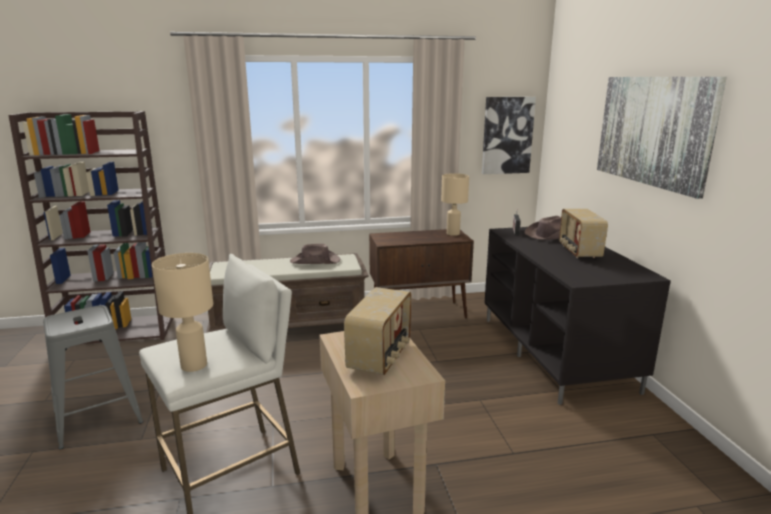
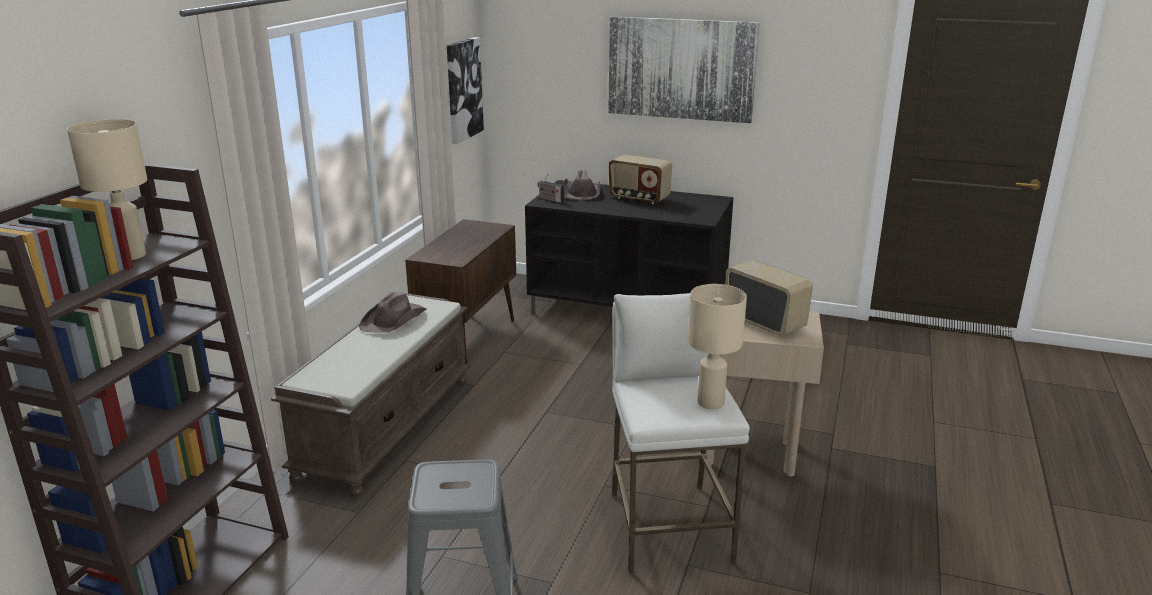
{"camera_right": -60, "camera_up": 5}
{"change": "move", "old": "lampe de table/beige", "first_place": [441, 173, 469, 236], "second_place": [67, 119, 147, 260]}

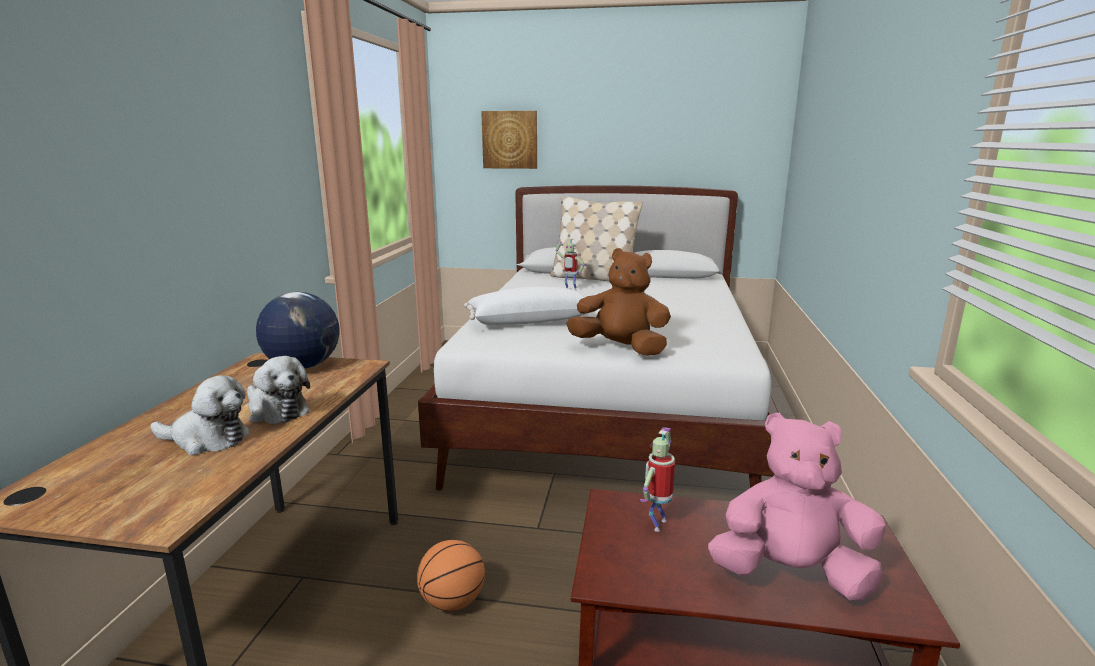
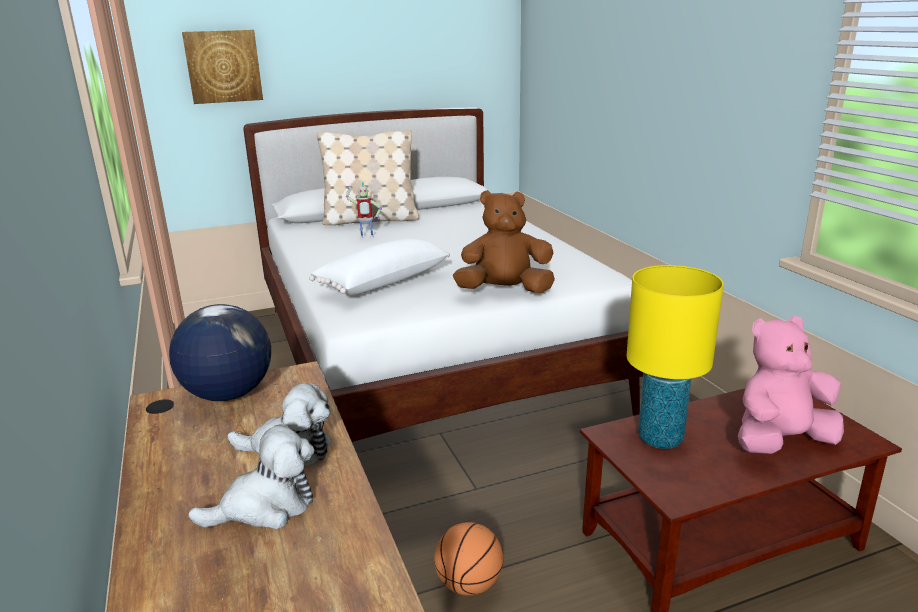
{"camera_right": -30, "camera_up": 5}
{"change": "replace", "old": "robot jouet", "new": "lampe de table/jaune", "first_place": [640, 428, 675, 532], "second_place": [627, 265, 724, 449]}

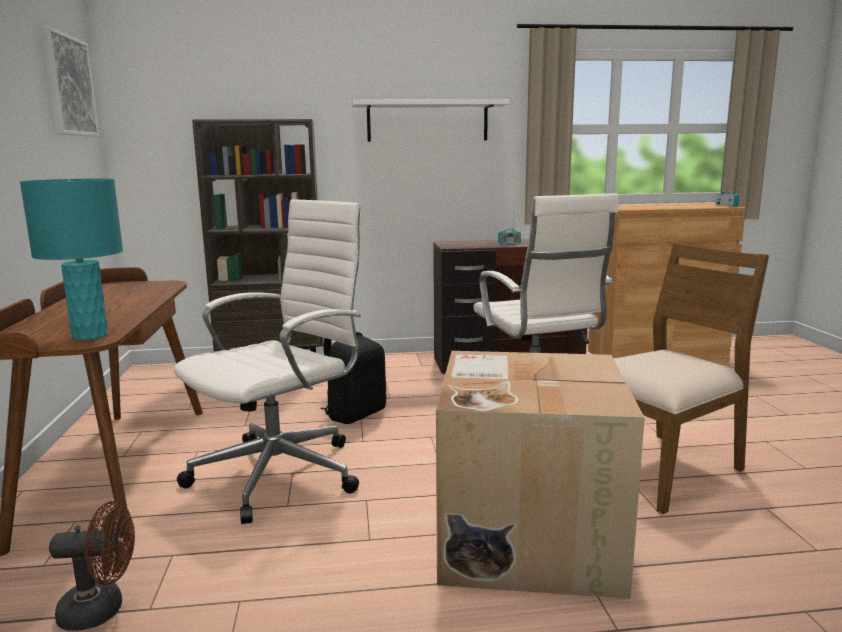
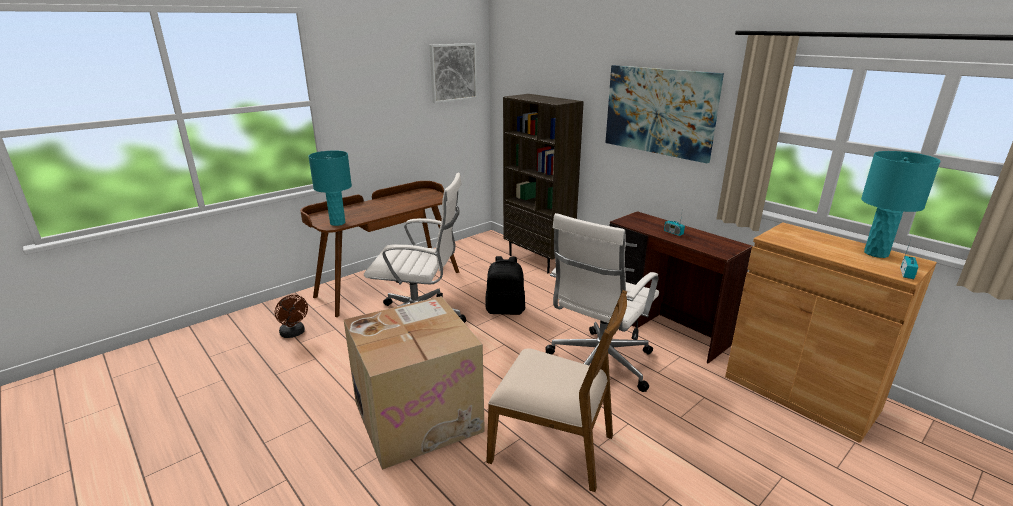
{"camera_right": 55, "camera_up": 10}
{"change": "replace", "old": "étagère/blanc", "new": "tableau", "first_place": [352, 99, 510, 142], "second_place": [605, 65, 724, 163]}
{"change": "insert", "new": "lampe de table/turquoise", "second_place": [861, 151, 941, 258]}

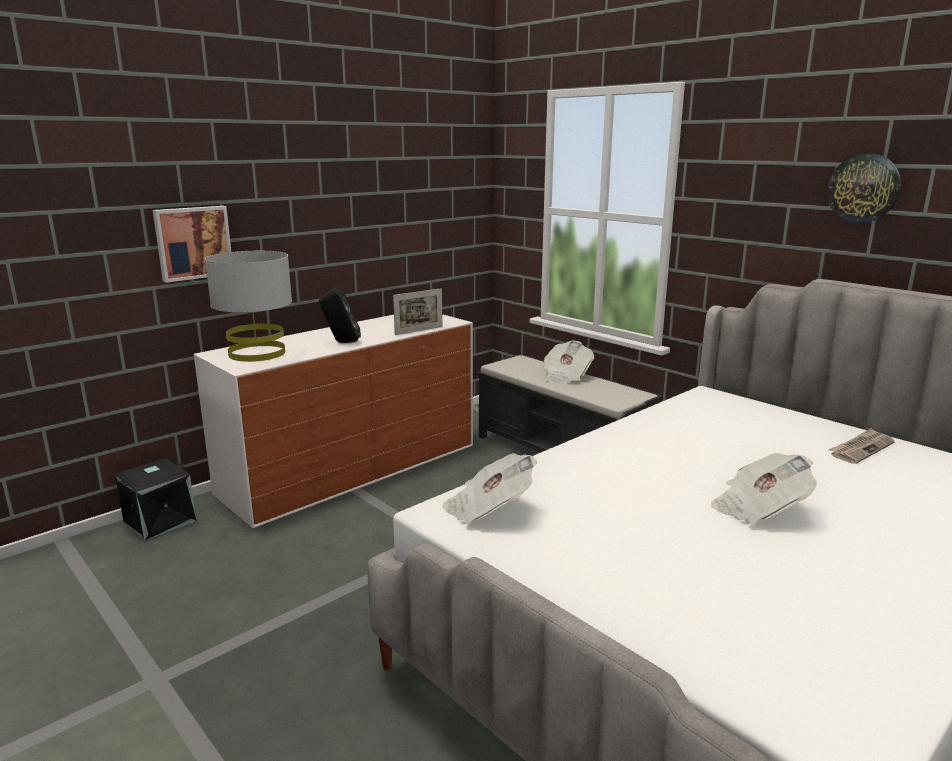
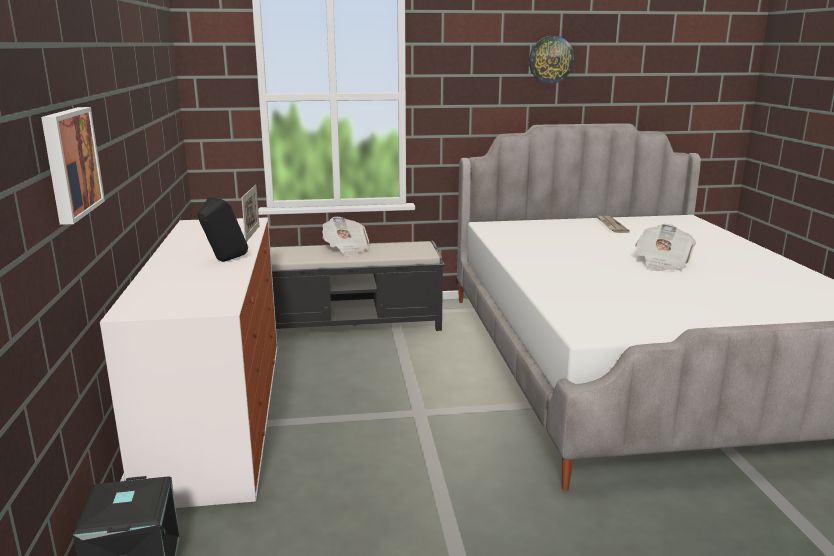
{"camera_right": -55, "camera_up": 0}
{"change": "delete", "old": "lampe de table/gris", "first_place": [205, 251, 292, 362]}
{"change": "delete", "old": "journal", "first_place": [442, 453, 537, 525]}

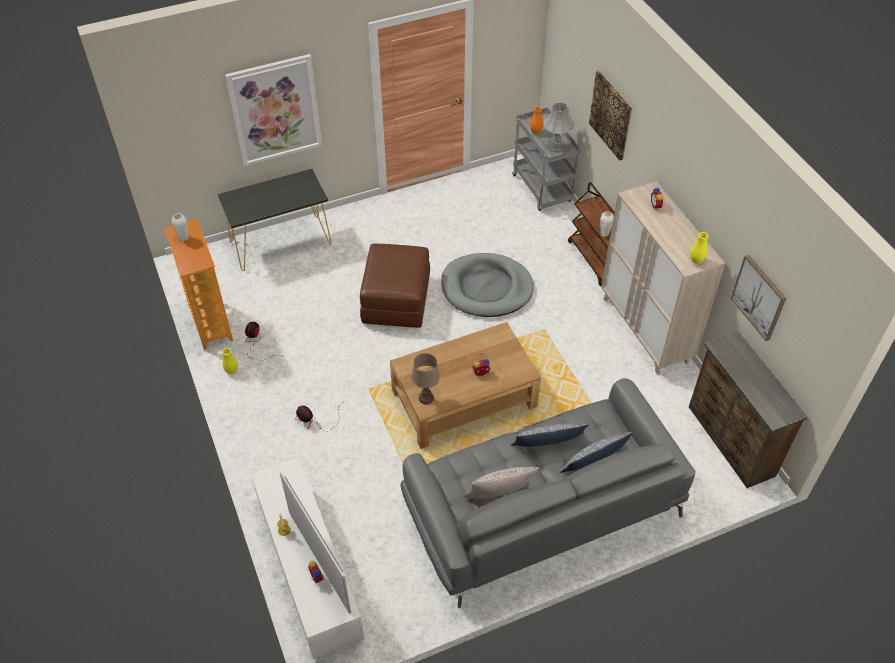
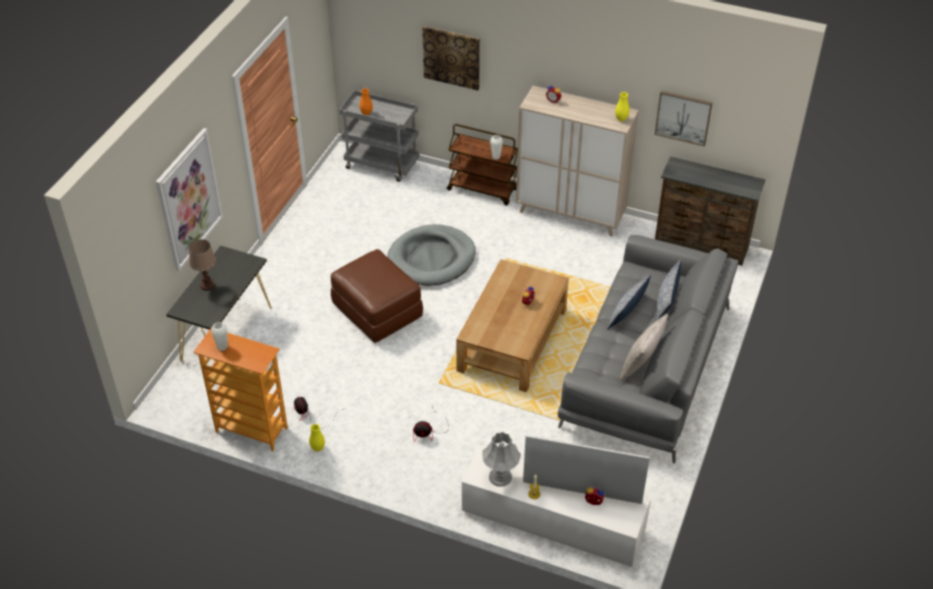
{"camera_right": -45, "camera_up": -5}
{"change": "move", "old": "lampe de table/marron", "first_place": [411, 353, 440, 404], "second_place": [189, 239, 216, 291]}
{"change": "move", "old": "lampe de table/gris", "first_place": [544, 102, 575, 152], "second_place": [482, 432, 521, 487]}

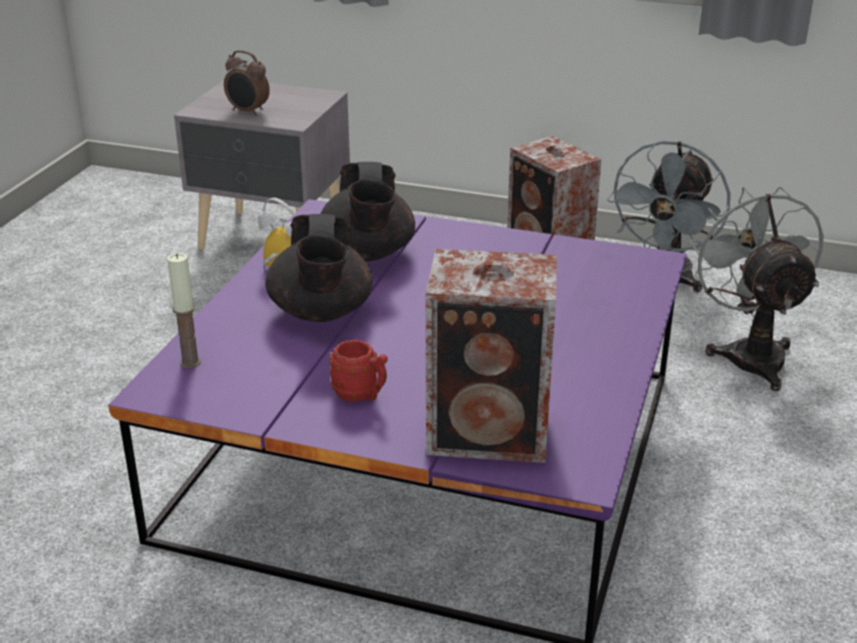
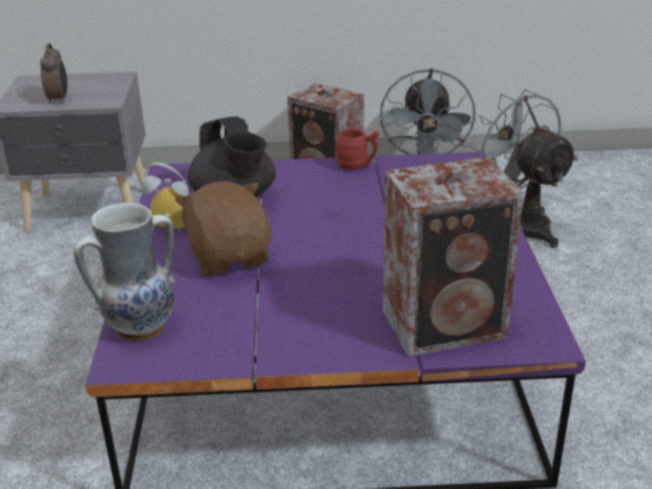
{"camera_right": -20, "camera_up": 0}
{"change": "replace", "old": "bougie", "new": "vase", "first_place": [167, 253, 201, 368], "second_place": [73, 203, 176, 341]}
{"change": "rotate", "old": "réveil", "first_place": [224, 50, 270, 116], "second_place": [40, 43, 67, 104], "degrees": -105}
{"change": "replace", "old": "théière/noir", "new": "peluche/marron", "first_place": [265, 214, 373, 322], "second_place": [175, 181, 271, 275]}
{"change": "move", "old": "mug/rouge", "first_place": [329, 340, 388, 402], "second_place": [335, 128, 380, 170]}

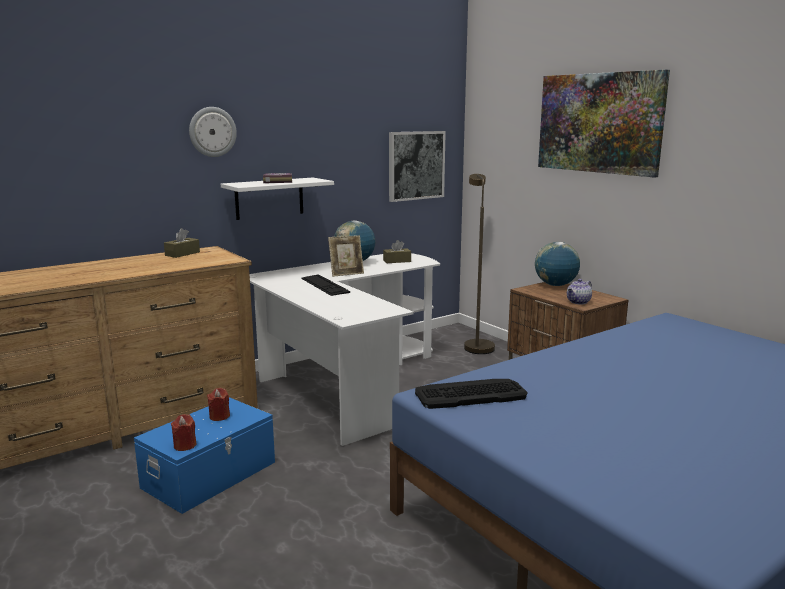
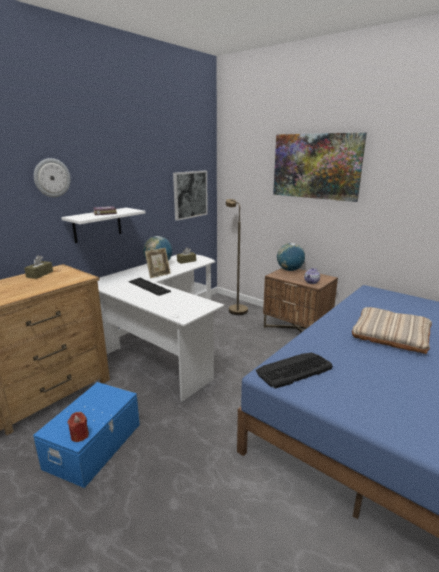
{"camera_right": -15, "camera_up": 5}
{"change": "delete", "old": "bougie/rouge", "first_place": [207, 388, 230, 421]}
{"change": "insert", "new": "coussin/beige", "second_place": [352, 307, 432, 354]}

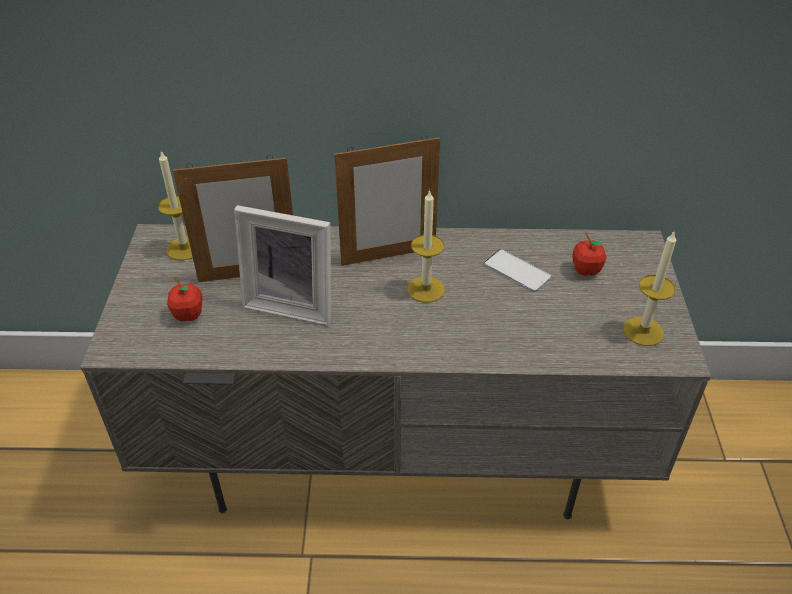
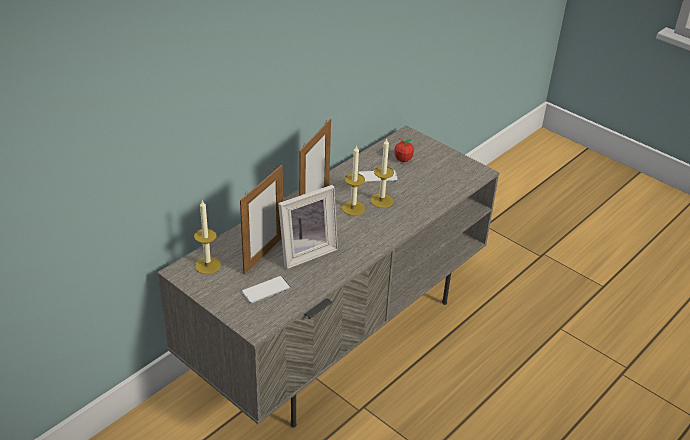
{"camera_right": -50, "camera_up": -5}
{"change": "replace", "old": "pomme", "new": "téléphone", "first_place": [167, 276, 203, 322], "second_place": [242, 276, 291, 304]}
{"change": "move", "old": "bougie", "first_place": [623, 232, 676, 346], "second_place": [370, 139, 394, 208]}

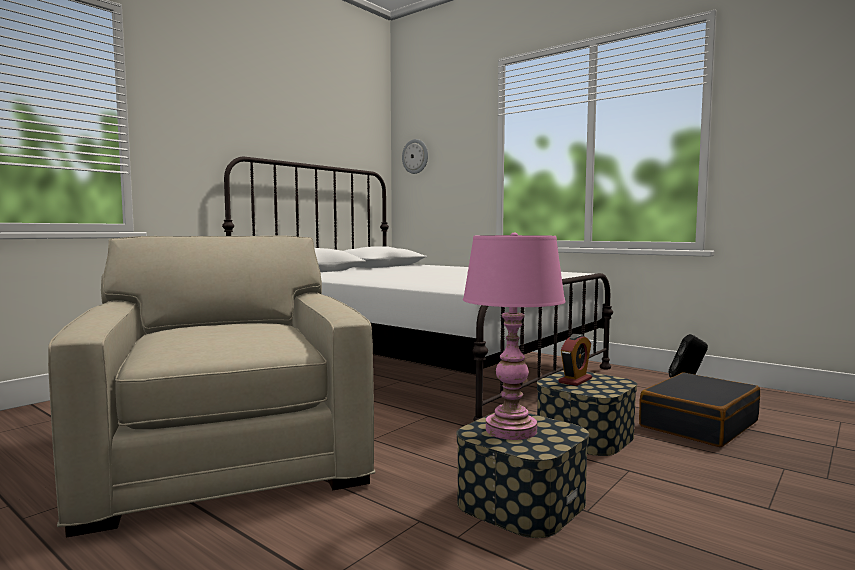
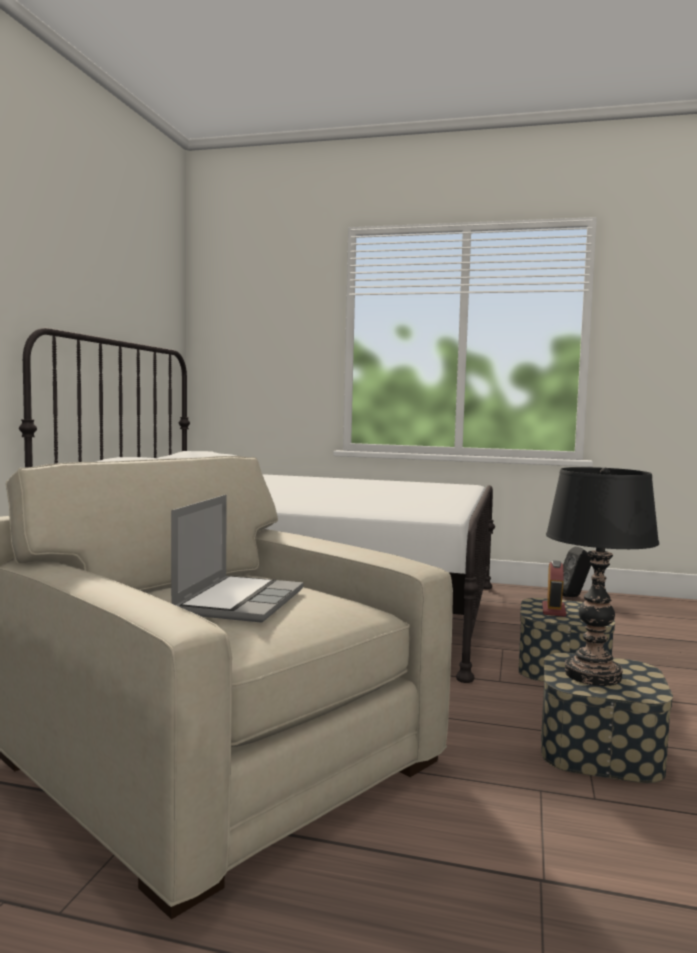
{"camera_right": -25, "camera_up": 0}
{"change": "delete", "old": "horloge murale", "first_place": [402, 139, 428, 174]}
{"change": "recolor", "old": "lampe de table/rose", "new": "lampe de table/noir", "first_place": [463, 233, 565, 440], "second_place": [546, 467, 659, 686]}
{"change": "delete", "old": "valise/noir", "first_place": [639, 372, 760, 447]}
{"change": "insert", "new": "ordinateur portable", "second_place": [171, 495, 303, 623]}

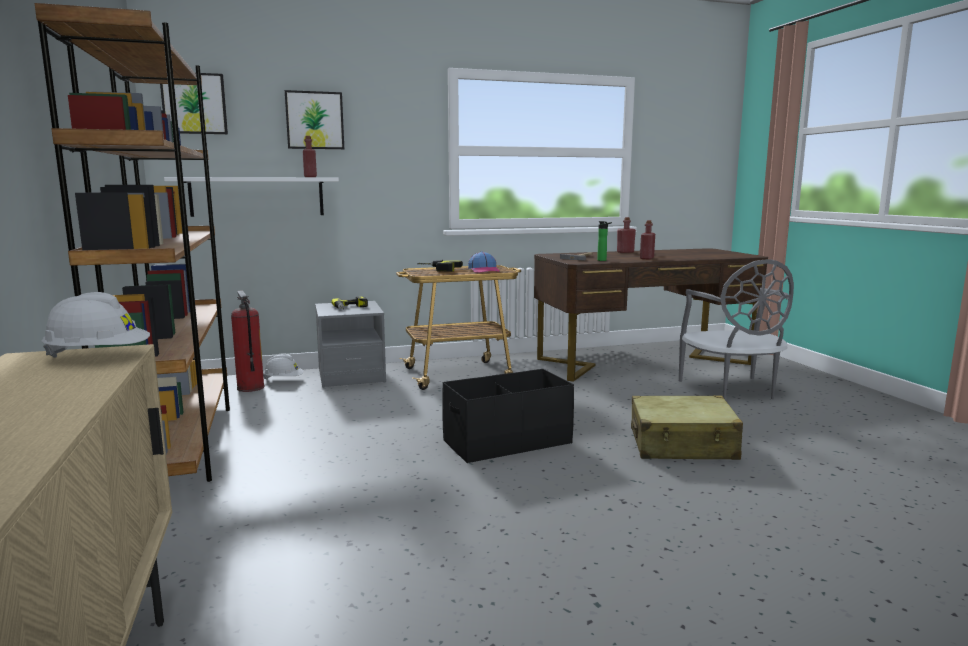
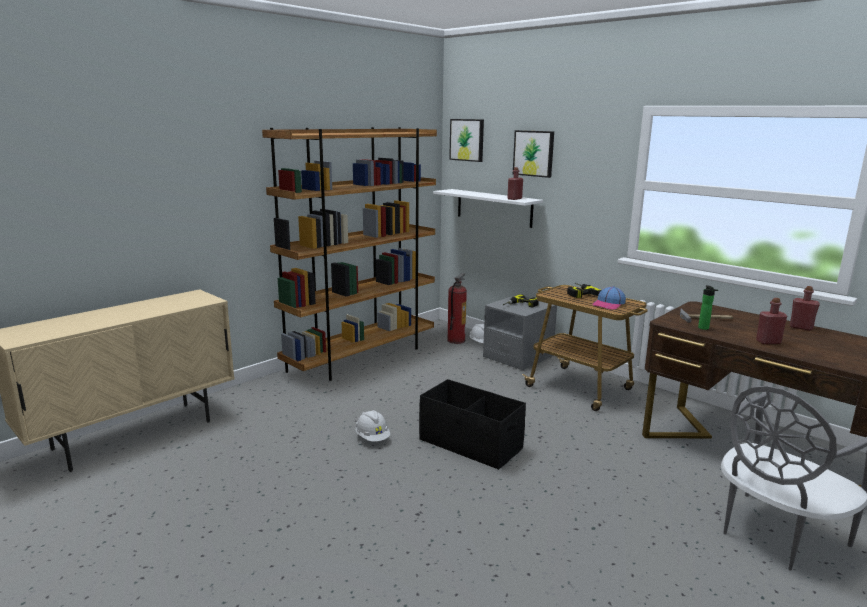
{"camera_right": 60, "camera_up": 5}
{"change": "move", "old": "casque de chantier/blanc", "first_place": [41, 292, 150, 358], "second_place": [355, 410, 390, 442]}
{"change": "delete", "old": "valise/beige", "first_place": [631, 395, 743, 460]}

